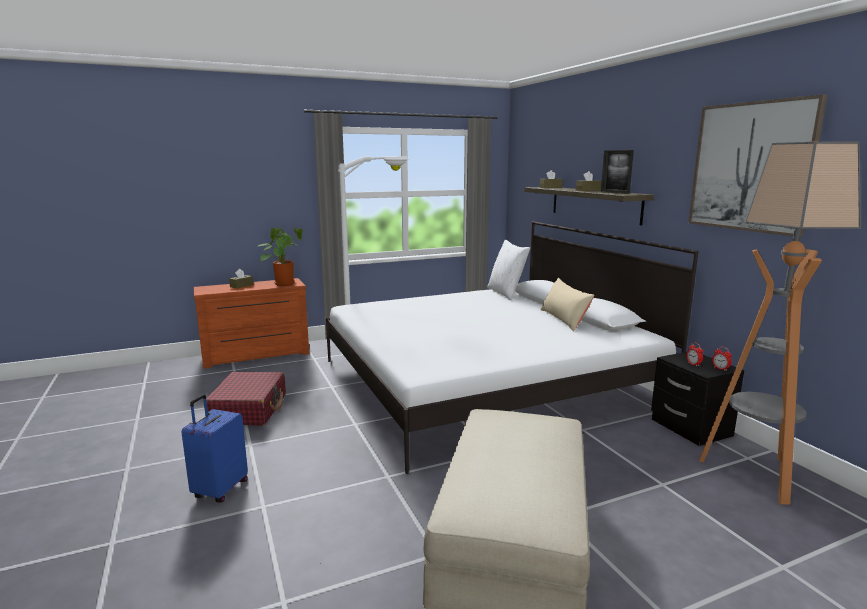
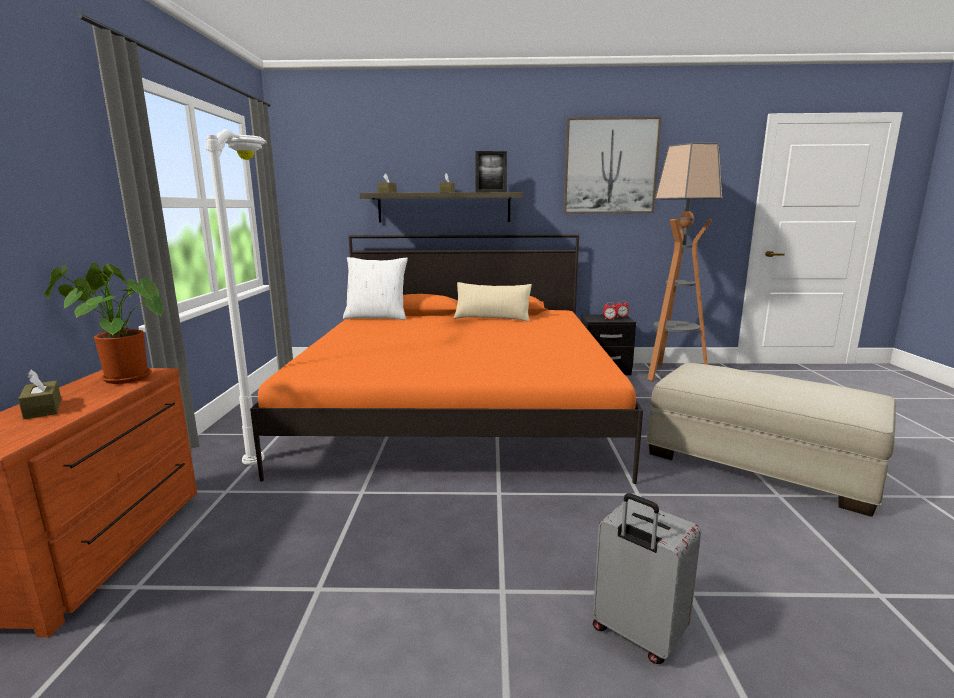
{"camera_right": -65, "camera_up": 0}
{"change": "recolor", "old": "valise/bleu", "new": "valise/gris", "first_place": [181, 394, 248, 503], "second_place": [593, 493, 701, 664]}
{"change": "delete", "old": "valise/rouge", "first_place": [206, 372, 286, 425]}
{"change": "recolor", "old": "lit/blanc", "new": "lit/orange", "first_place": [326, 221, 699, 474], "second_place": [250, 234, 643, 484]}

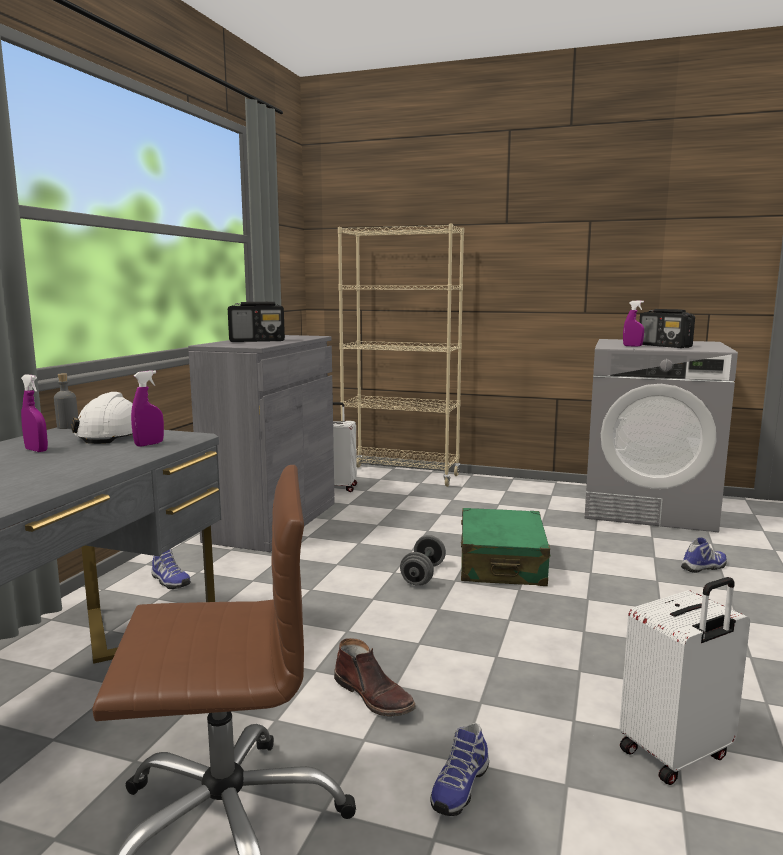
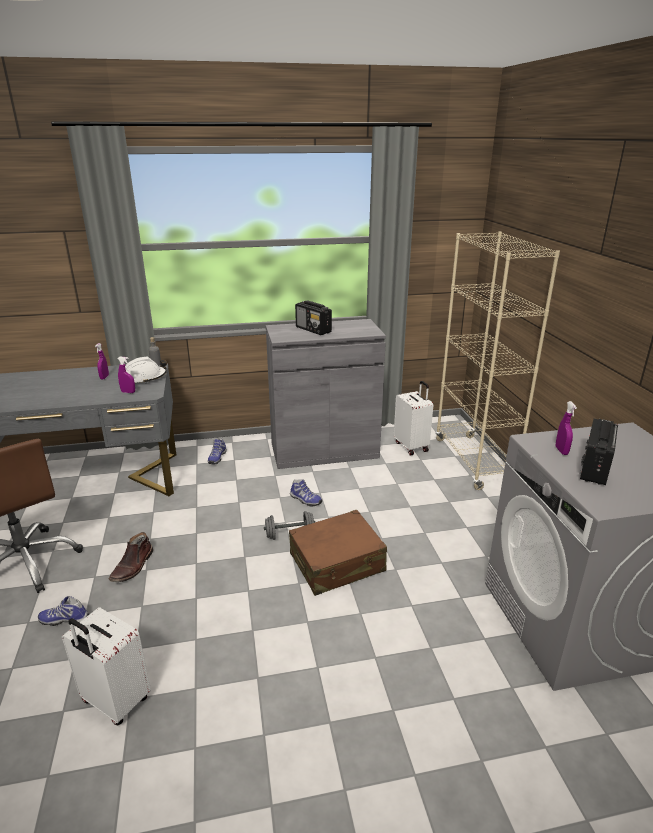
{"camera_right": 60, "camera_up": 15}
{"change": "recolor", "old": "valise/vert", "new": "valise/marron", "first_place": [461, 508, 551, 586], "second_place": [289, 510, 387, 596]}
{"change": "move", "old": "chaussure", "first_place": [681, 537, 727, 573], "second_place": [290, 479, 322, 507]}

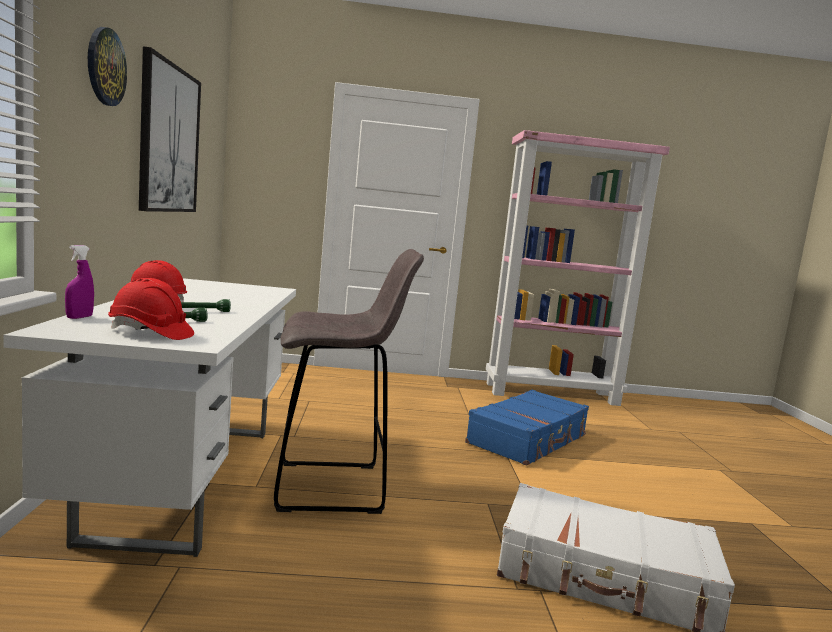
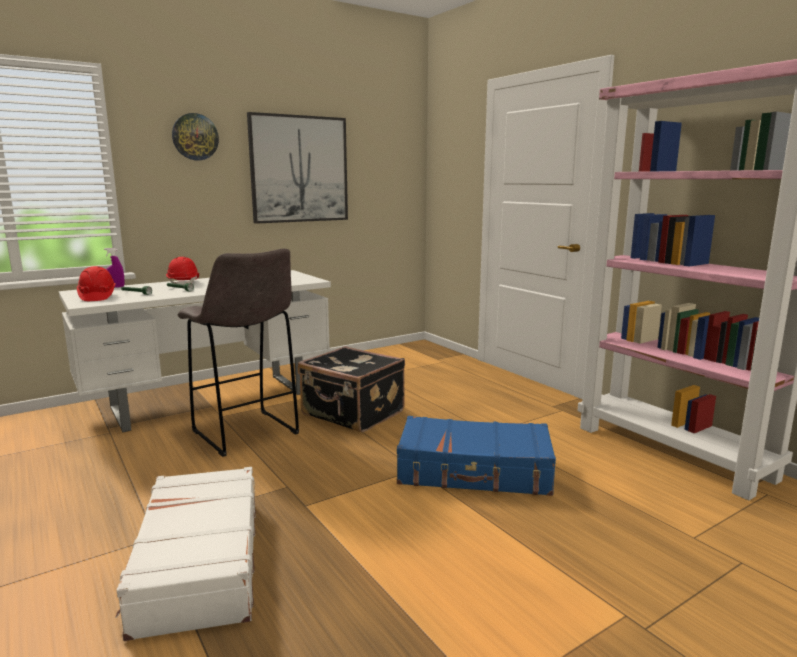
{"camera_right": 60, "camera_up": 5}
{"change": "insert", "new": "valise/noir", "second_place": [298, 346, 405, 432]}

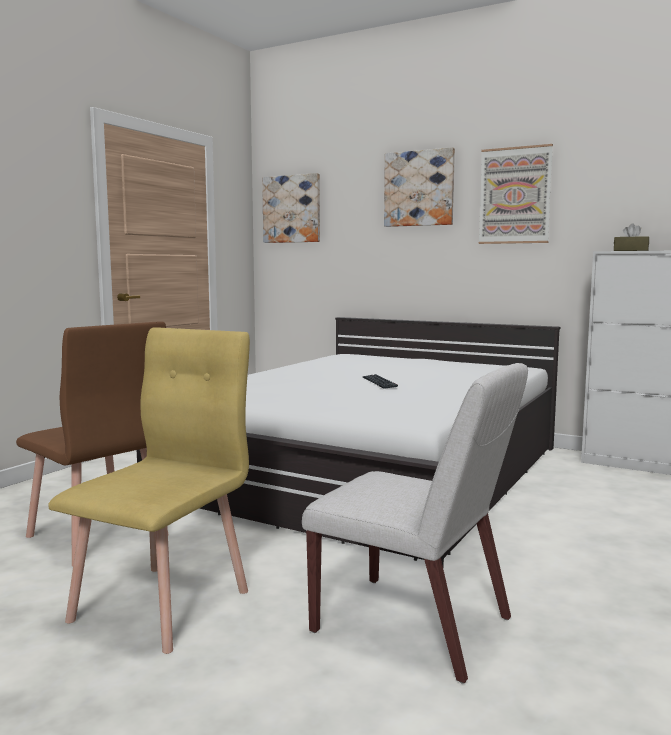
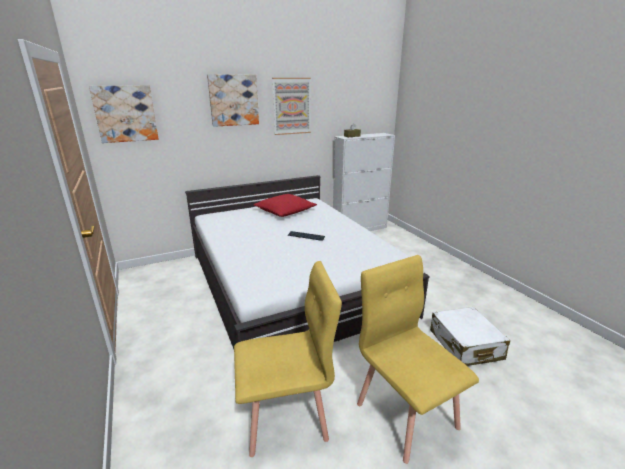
{"camera_right": -55, "camera_up": 15}
{"change": "recolor", "old": "chaise/marron", "new": "chaise/jaune", "first_place": [16, 321, 169, 567], "second_place": [234, 261, 342, 457]}
{"change": "replace", "old": "chaise/blanc", "new": "valise/blanc", "first_place": [302, 363, 528, 684], "second_place": [430, 307, 510, 366]}
{"change": "insert", "new": "coussin/rouge", "second_place": [254, 194, 317, 217]}

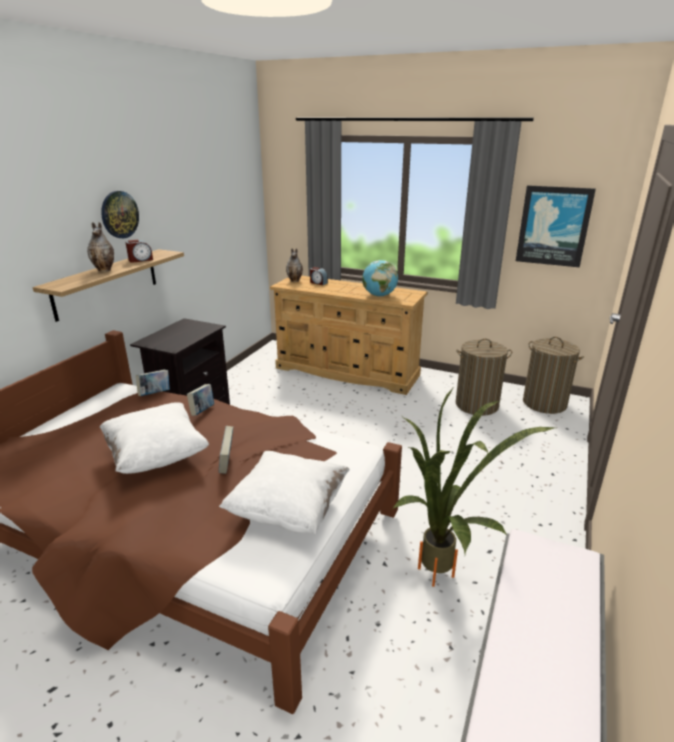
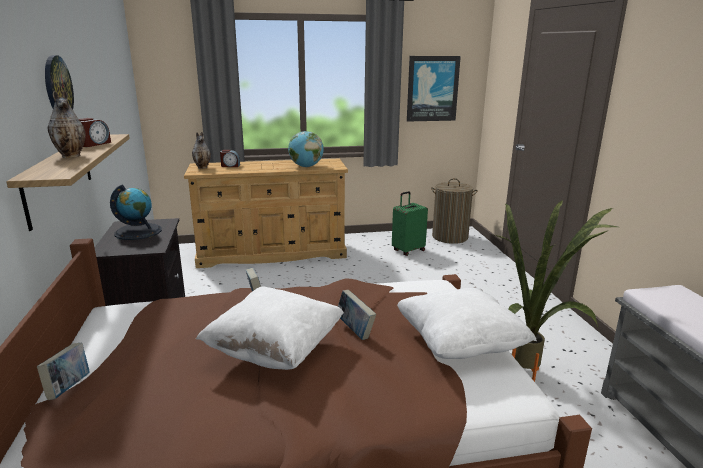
{"camera_right": -35, "camera_up": -5}
{"change": "move", "old": "livre", "first_place": [136, 370, 170, 396], "second_place": [37, 343, 90, 400]}
{"change": "replace", "old": "panier à linge", "new": "valise/vert", "first_place": [456, 339, 512, 416], "second_place": [392, 191, 428, 256]}
{"change": "insert", "new": "globe", "second_place": [110, 185, 162, 240]}

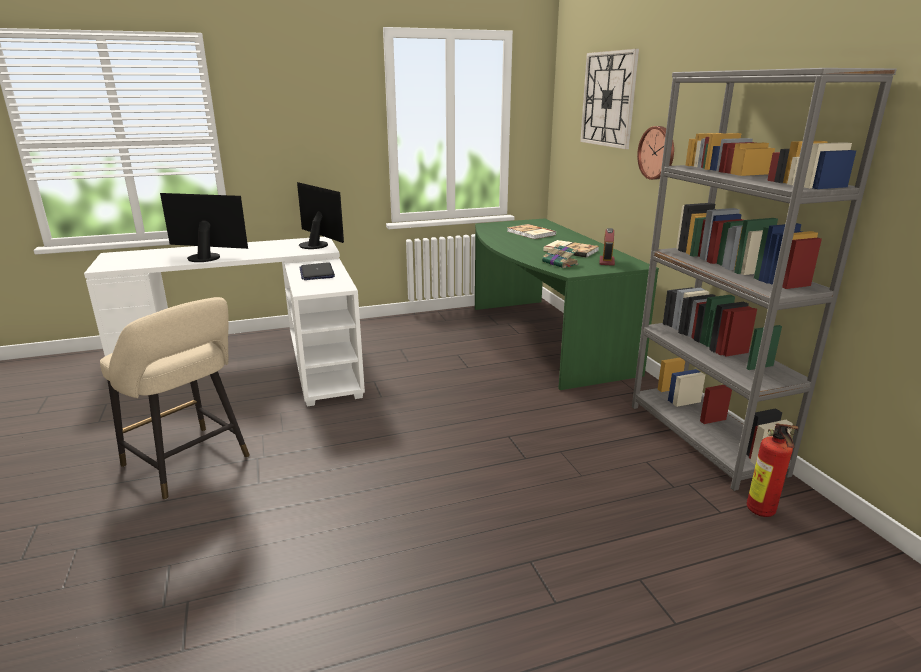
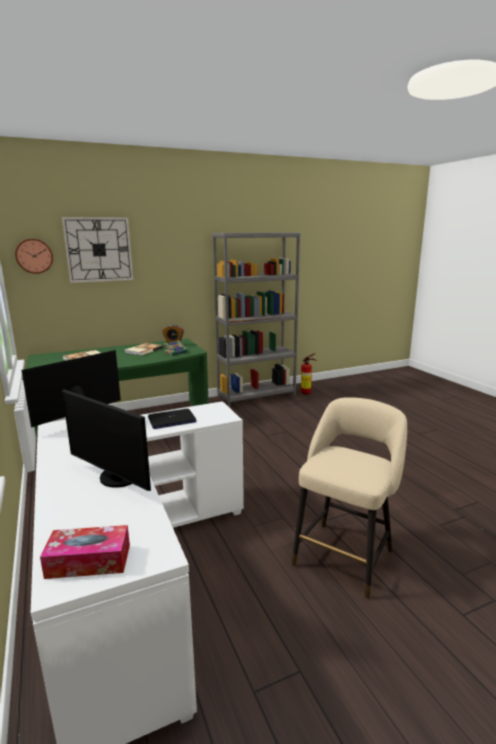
{"camera_right": -95, "camera_up": -5}
{"change": "rotate", "old": "écran d'ordinateur", "first_place": [160, 193, 248, 262], "second_place": [62, 389, 151, 491], "degrees": -60}
{"change": "move", "old": "horloge murale", "first_place": [637, 126, 674, 180], "second_place": [15, 239, 53, 274]}
{"change": "insert", "new": "boîte à mouchoirs", "second_place": [40, 525, 130, 579]}

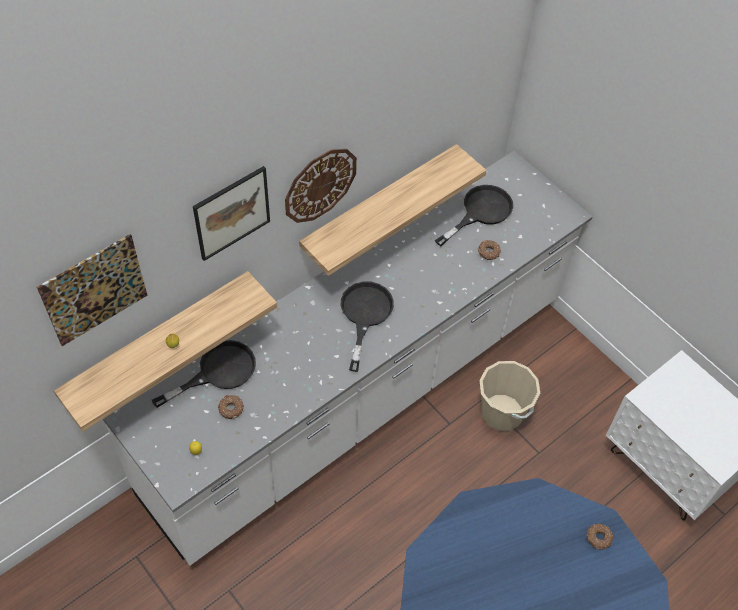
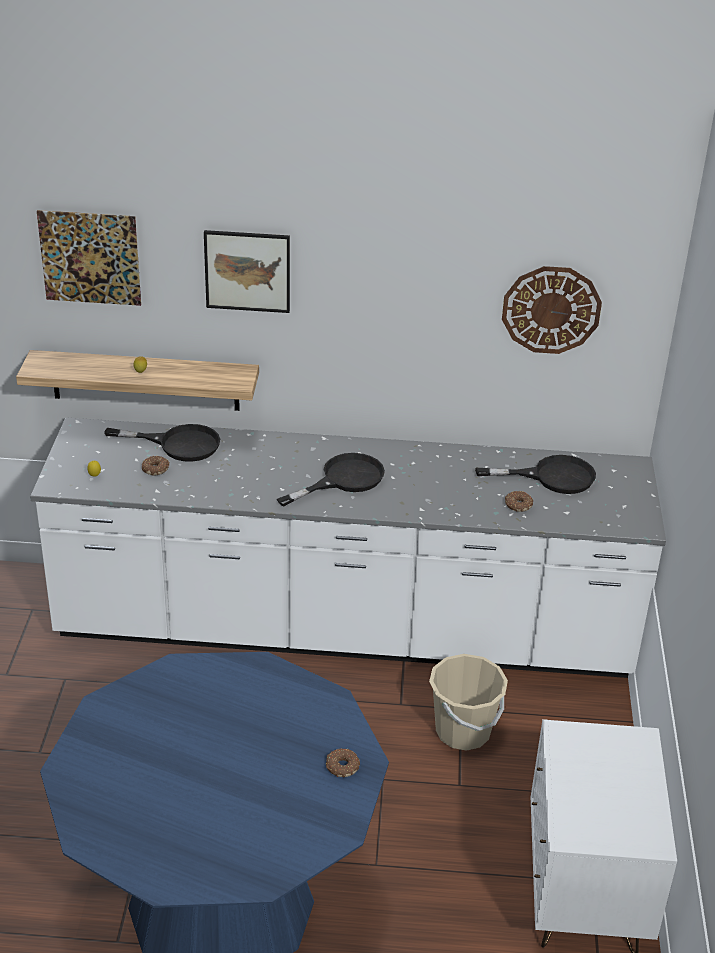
{"camera_right": 45, "camera_up": -20}
{"change": "move", "old": "horloge murale", "first_place": [285, 149, 357, 223], "second_place": [502, 266, 602, 354]}
{"change": "delete", "old": "étagère", "first_place": [299, 144, 486, 276]}

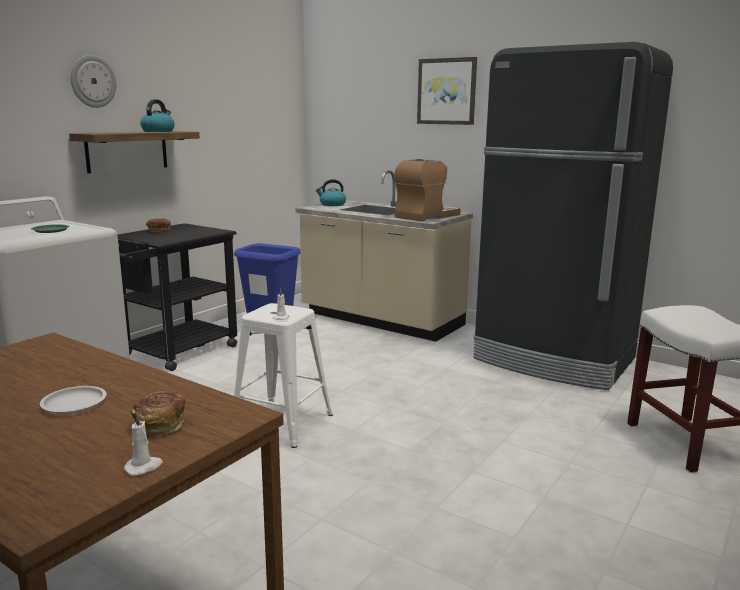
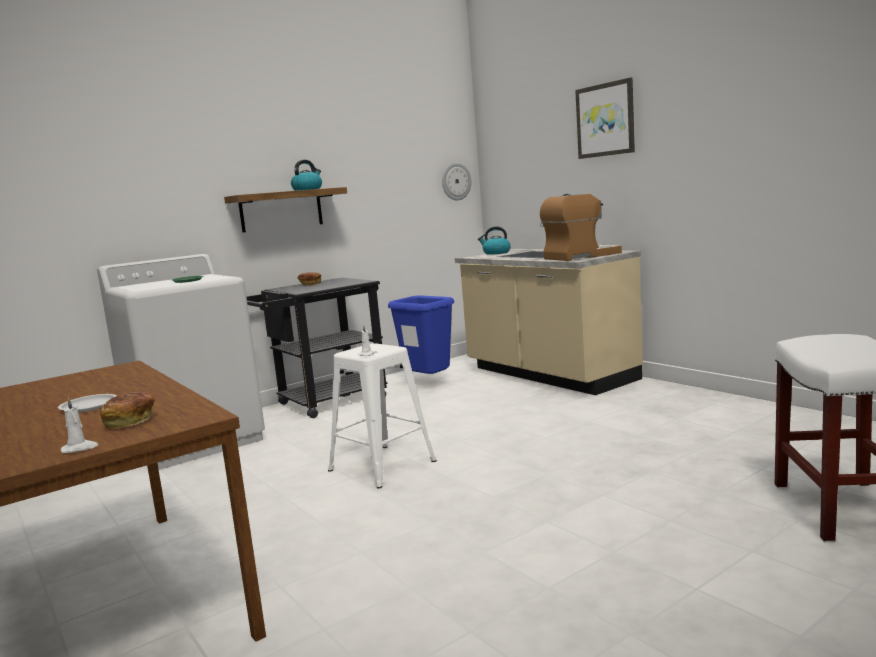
{"camera_right": 20, "camera_up": -5}
{"change": "move", "old": "horloge murale", "first_place": [71, 55, 116, 108], "second_place": [442, 163, 471, 200]}
{"change": "delete", "old": "réfrigérateur/noir", "first_place": [473, 42, 673, 390]}

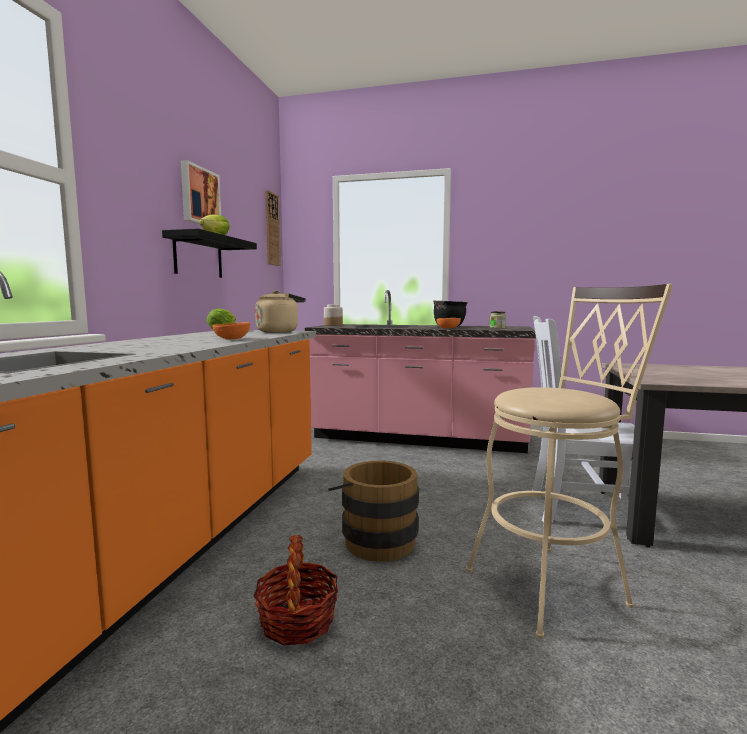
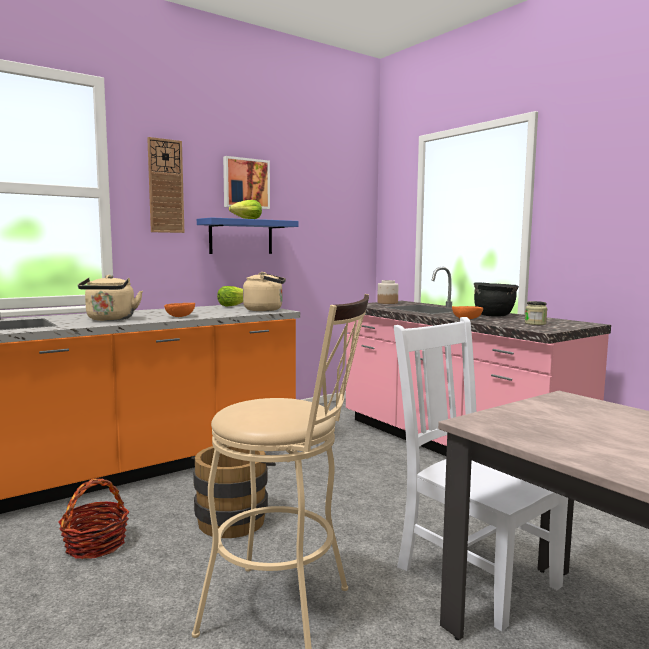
{"camera_right": 40, "camera_up": 0}
{"change": "recolor", "old": "étagère/noir", "new": "étagère/bleu", "first_place": [162, 228, 257, 278], "second_place": [197, 217, 298, 254]}
{"change": "move", "old": "horloge murale", "first_place": [265, 190, 281, 266], "second_place": [147, 137, 184, 233]}
{"change": "insert", "new": "bouilloire/beige", "second_place": [78, 275, 143, 321]}

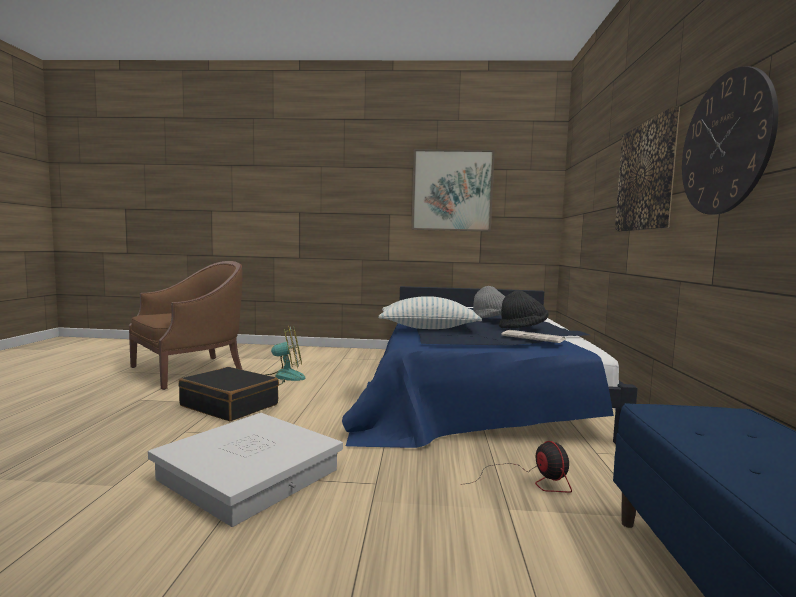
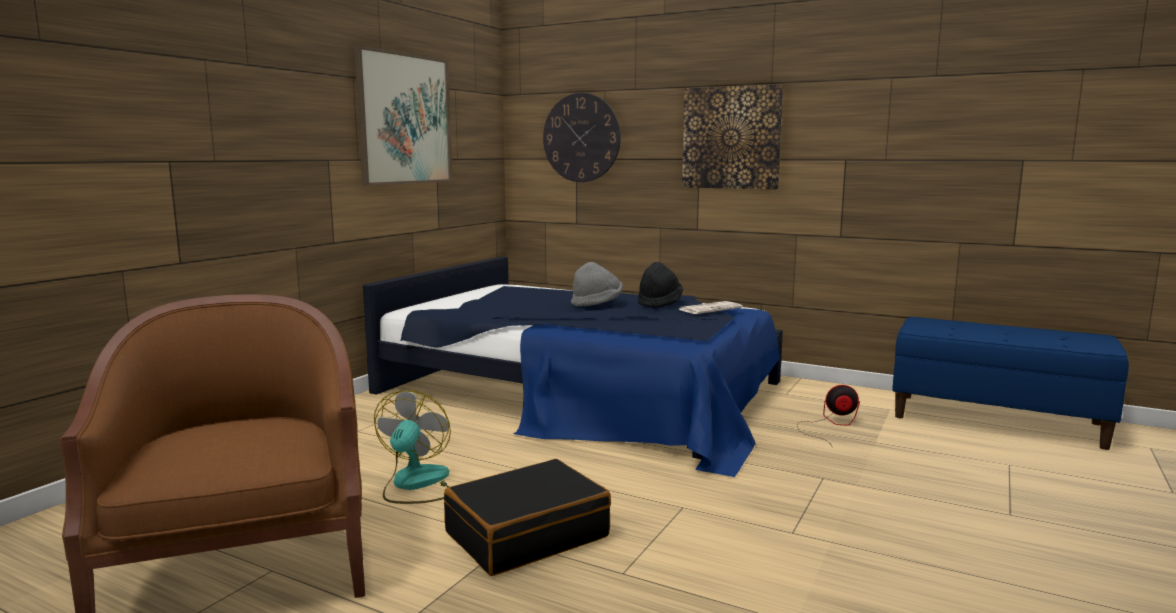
{"camera_right": -65, "camera_up": 5}
{"change": "delete", "old": "boîte de rangement/blanc", "first_place": [148, 413, 343, 527]}
{"change": "delete", "old": "coussin", "first_place": [378, 296, 482, 329]}
{"change": "move", "old": "horloge murale", "first_place": [682, 66, 779, 215], "second_place": [543, 93, 621, 182]}

